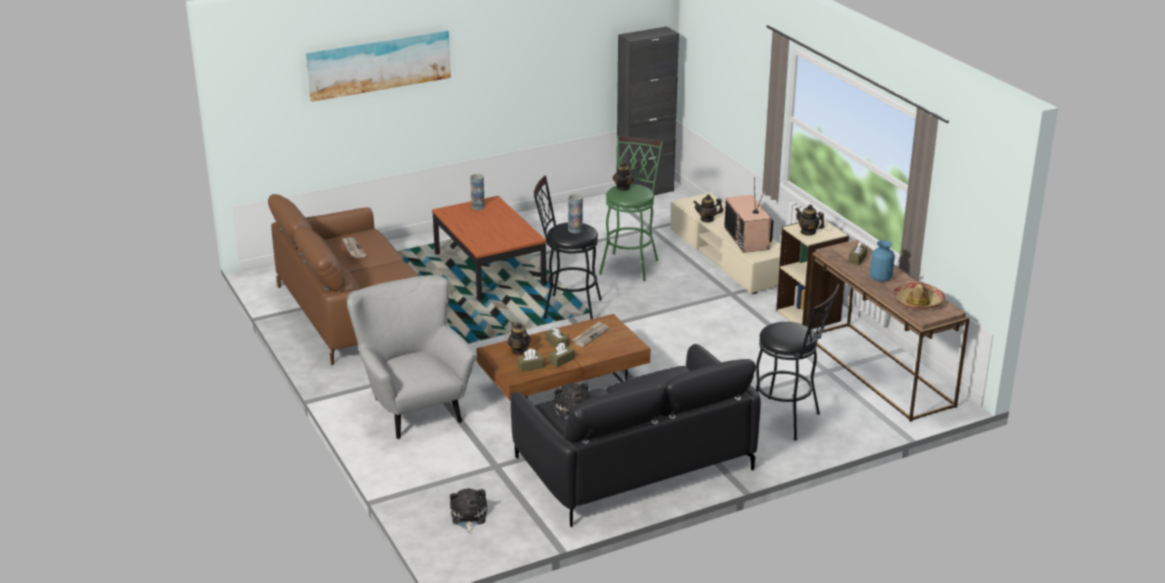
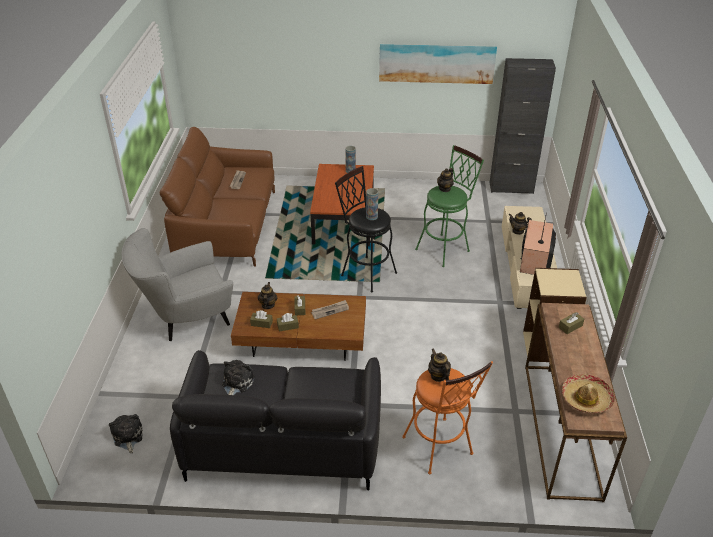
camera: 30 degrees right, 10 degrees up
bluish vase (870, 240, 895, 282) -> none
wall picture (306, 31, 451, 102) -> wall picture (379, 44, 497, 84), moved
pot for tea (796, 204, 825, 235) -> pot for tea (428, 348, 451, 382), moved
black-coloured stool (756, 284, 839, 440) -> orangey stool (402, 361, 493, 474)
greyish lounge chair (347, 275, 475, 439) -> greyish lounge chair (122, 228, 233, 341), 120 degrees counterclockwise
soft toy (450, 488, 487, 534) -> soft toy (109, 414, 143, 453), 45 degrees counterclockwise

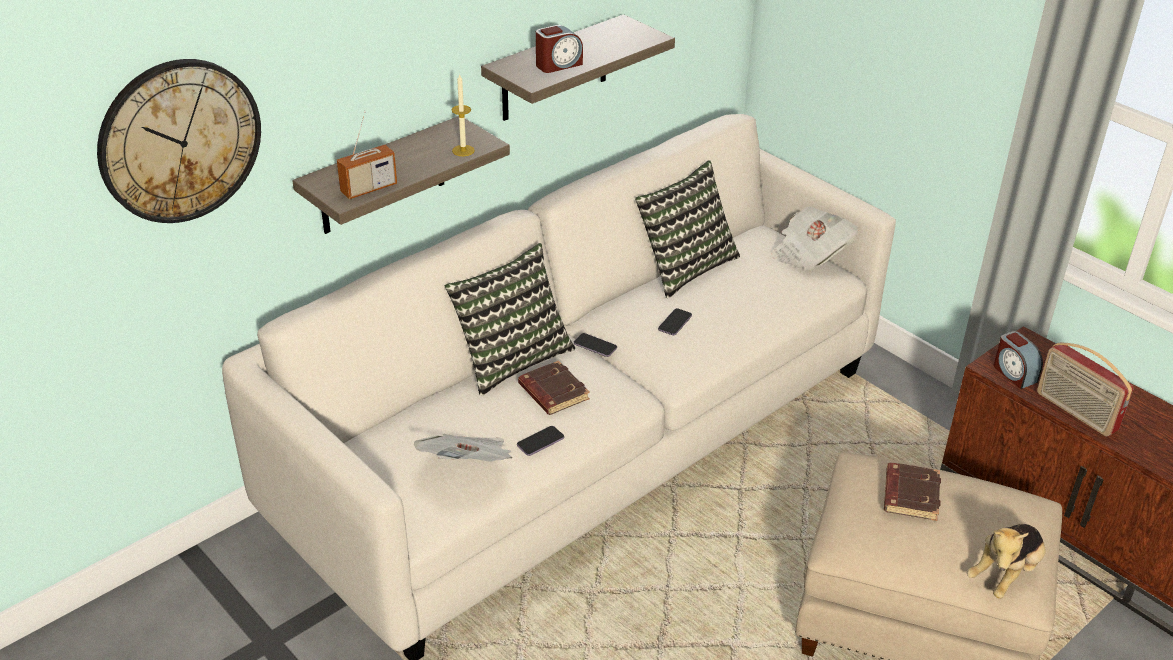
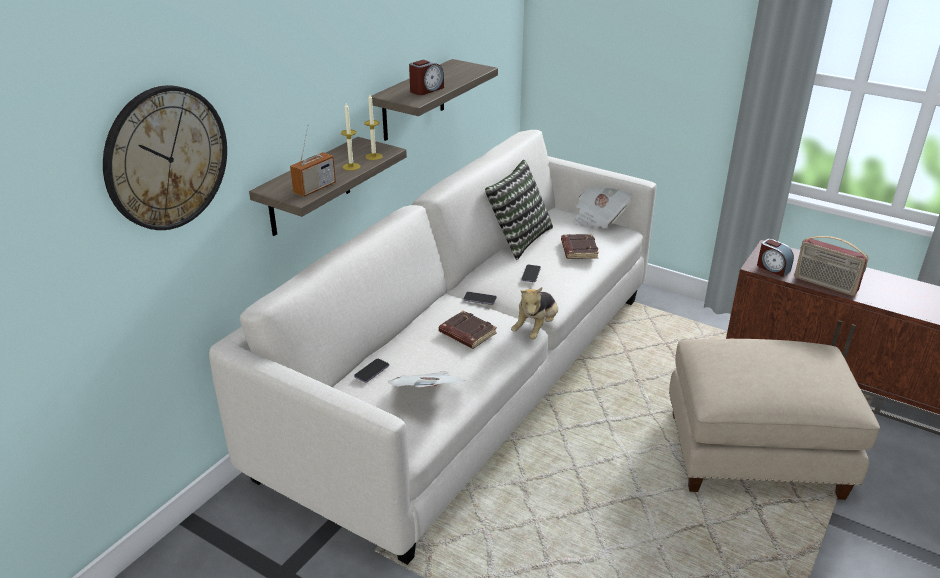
camera: 15 degrees left, 5 degrees down
pillow (445, 243, 575, 396) -> none
none -> candle (341, 103, 360, 171)
telephone (517, 426, 564, 456) -> telephone (354, 359, 389, 383), moved
brown-coloured volume (884, 463, 941, 521) -> brown-coloured volume (561, 234, 599, 259), moved
soft toy (967, 524, 1046, 599) -> soft toy (511, 287, 558, 339), moved

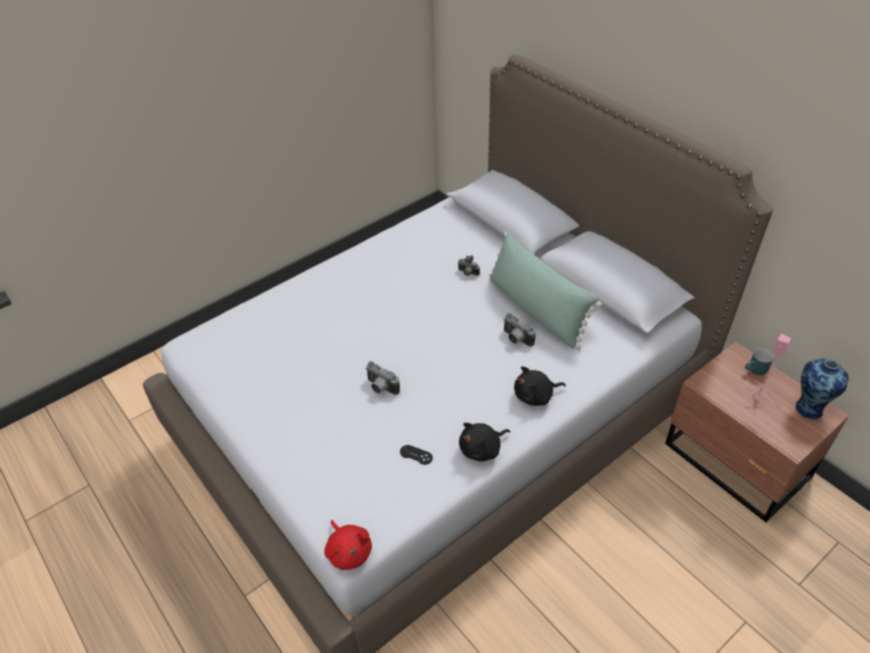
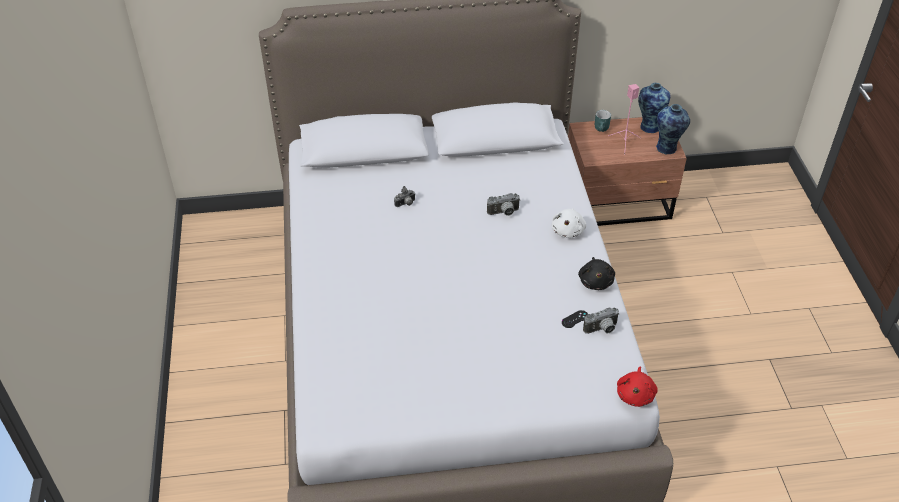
camera: 60 degrees left, 0 degrees up
green-coloured pillow (489, 231, 602, 350) -> none
none -> vase (656, 104, 690, 154)
photo camera (366, 361, 400, 395) -> photo camera (583, 307, 619, 334), moved
black-coloured soft toy (514, 366, 566, 406) -> white-coloured soft toy (552, 209, 586, 238)
reddish soft toy (324, 520, 372, 570) -> reddish soft toy (617, 367, 658, 407), 105 degrees clockwise

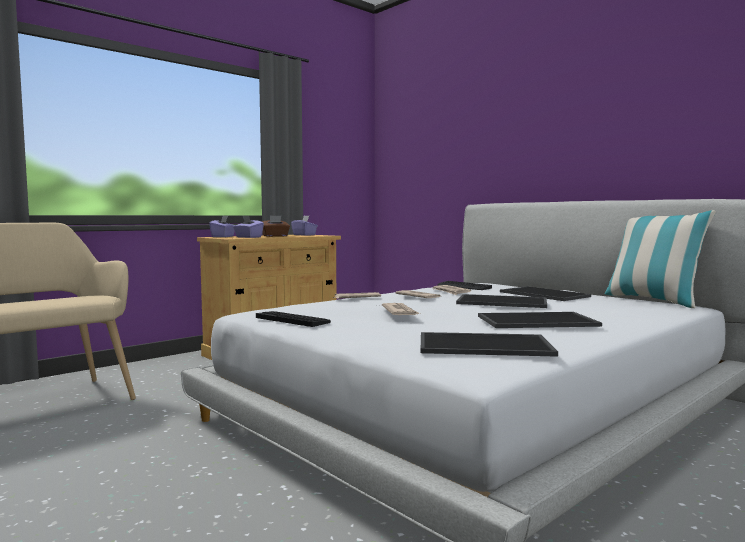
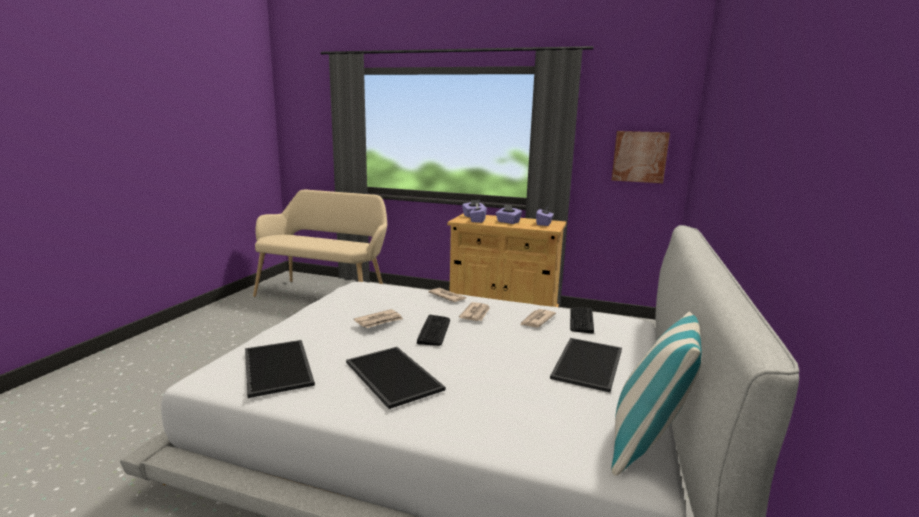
camera: 60 degrees right, 10 degrees up
carrying tray (456, 294, 547, 308) -> none
none -> wall picture (612, 131, 670, 183)
keyboard (256, 311, 331, 327) -> keyboard (417, 315, 450, 346), moved
brown-coloured tissue holder (262, 215, 290, 237) -> purple tissue holder (496, 204, 522, 224)

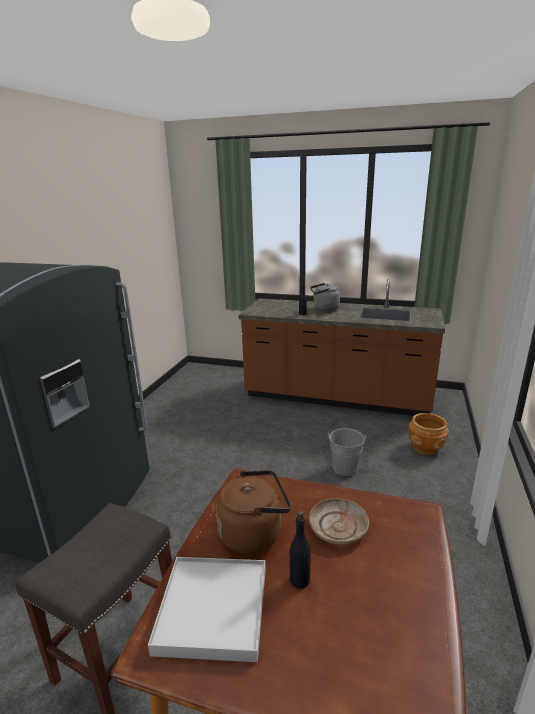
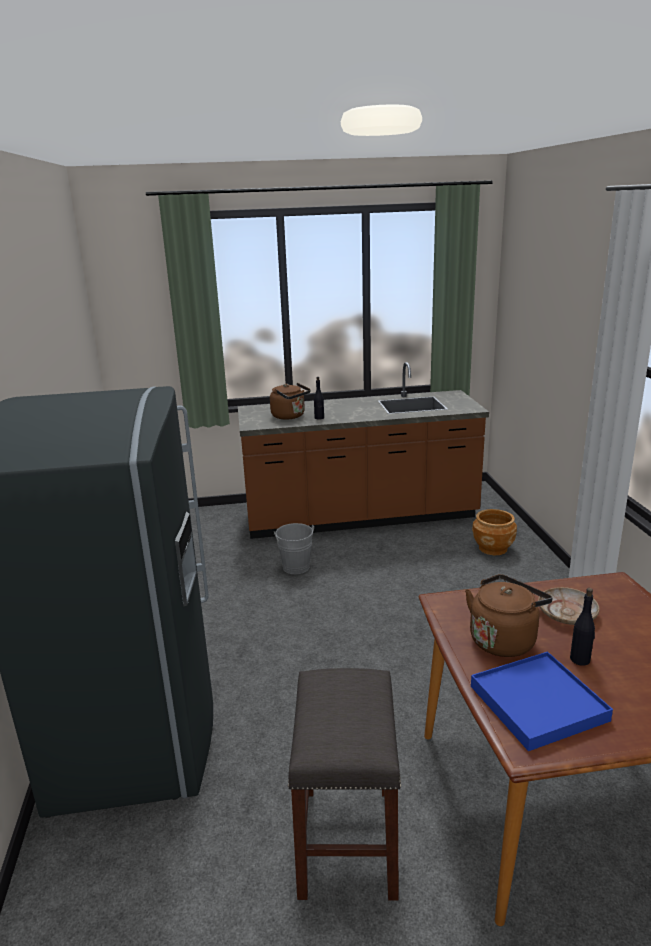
camera: 25 degrees left, 0 degrees up
greyish water kettle (310, 283, 340, 311) -> none
none -> brown-coloured water kettle (270, 383, 311, 420)
greyish pail (328, 428, 366, 476) -> greyish pail (274, 523, 314, 574), moved
white-coloured carrying tray (148, 557, 266, 662) -> bluish carrying tray (471, 652, 613, 751)

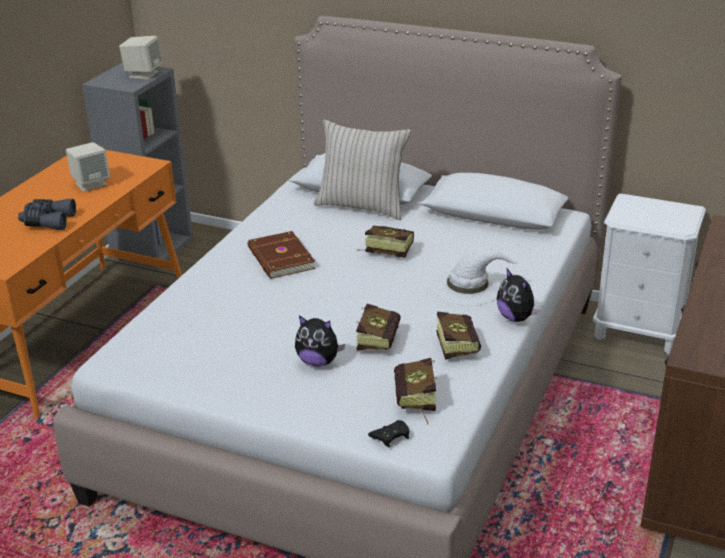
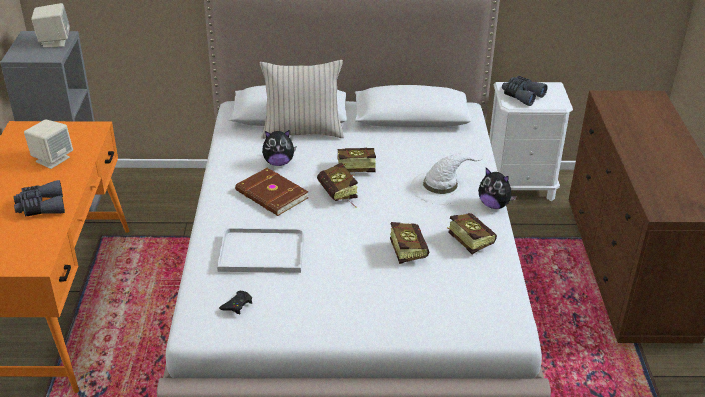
camera: 25 degrees left, 5 degrees up
none -> white-coloured carrying tray (217, 228, 304, 273)
none -> greyish pair of binoculars (502, 76, 548, 106)
soft toy (295, 316, 345, 367) -> soft toy (262, 130, 296, 166), moved
black-coloured gamepad (368, 420, 409, 447) -> black-coloured gamepad (219, 291, 252, 314), moved
volume (394, 358, 437, 425) -> volume (317, 162, 358, 208), moved

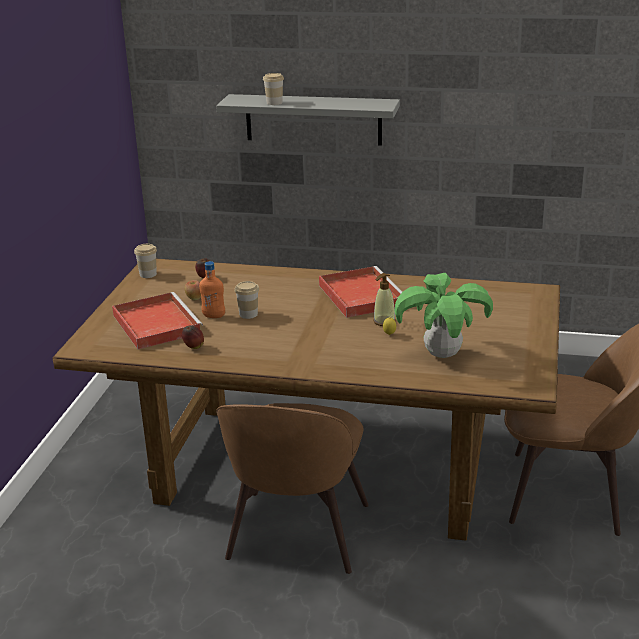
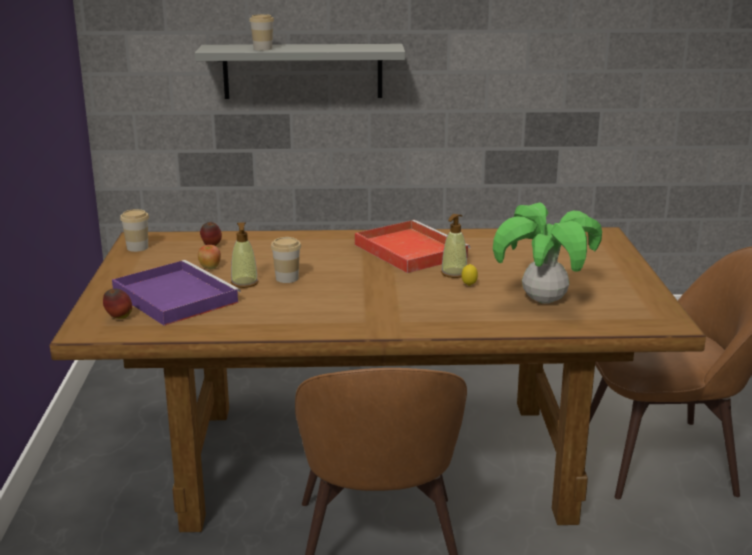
camera: 15 degrees left, 5 degrees down
apple (182, 325, 204, 349) -> apple (103, 289, 132, 319), moved
orangey drink bottle (199, 261, 225, 318) -> soap dispenser (231, 222, 258, 288)
reddish carrying tray (112, 292, 203, 349) -> purple carrying tray (112, 260, 241, 326)

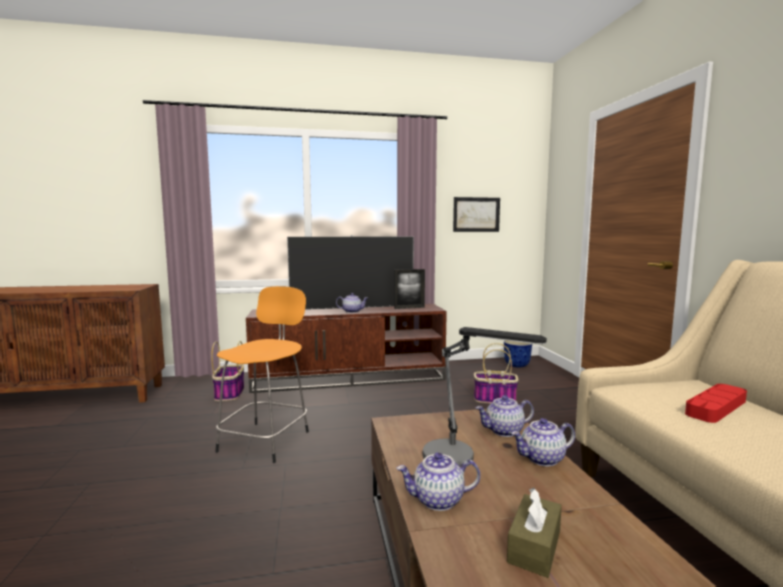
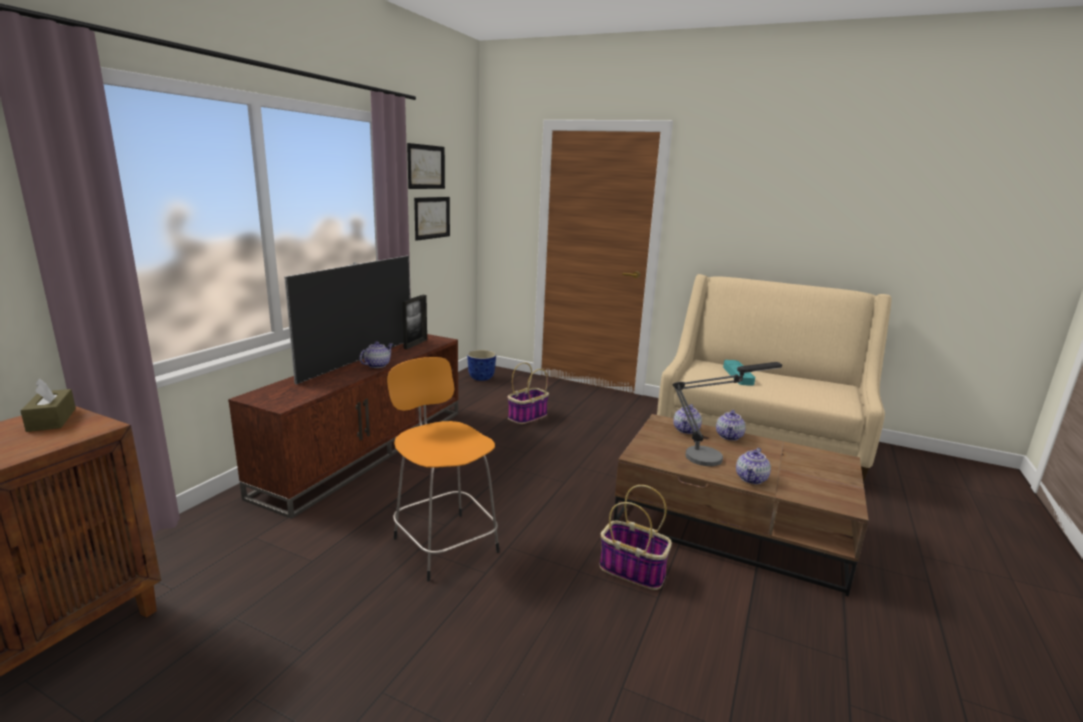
camera: 55 degrees left, 10 degrees up
none -> wall picture (407, 143, 445, 189)
household basket (211, 341, 244, 401) -> household basket (599, 485, 672, 590), moved
brown-coloured tissue holder (507, 488, 562, 578) -> brown-coloured tissue holder (21, 378, 76, 432), moved
reddish carrying tray (685, 384, 747, 423) -> turquoise carrying tray (723, 360, 755, 386)

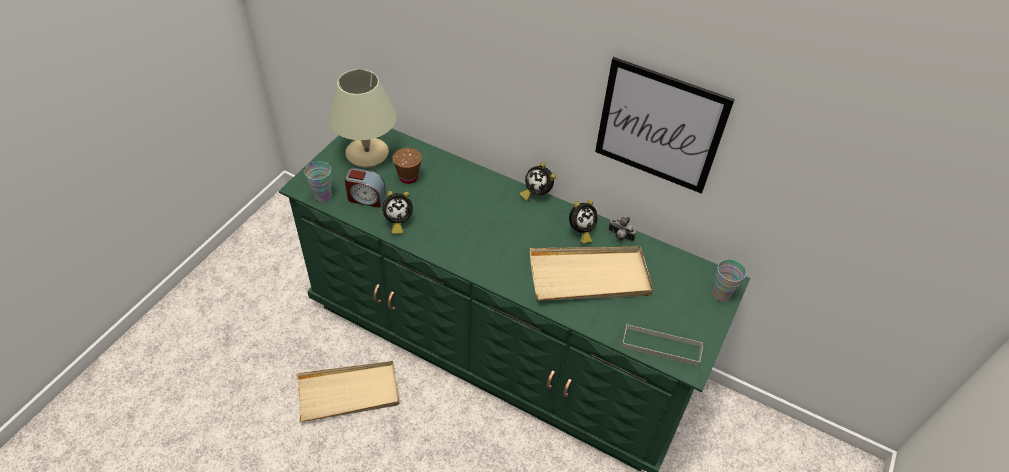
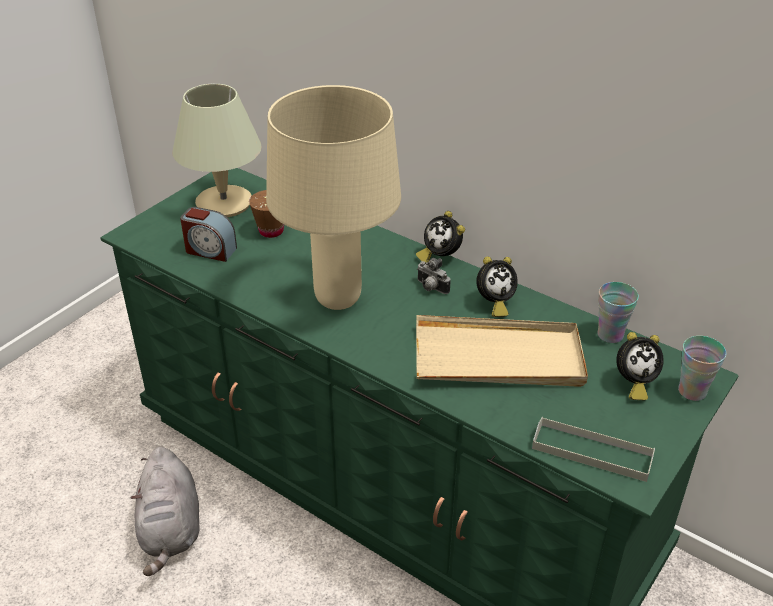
camera: 10 degrees right, 10 degrees down
wall picture (595, 57, 735, 194) -> none
none -> beige tabletop lamp (266, 85, 401, 310)
small cup (305, 161, 332, 202) -> small cup (597, 282, 639, 343), moved
table clock (382, 191, 413, 234) -> table clock (616, 332, 664, 400), moved
photo camera (608, 217, 636, 242) -> photo camera (417, 258, 451, 294), moved
beige carrying tray (296, 361, 400, 423) -> greyish soft toy (130, 447, 200, 576)

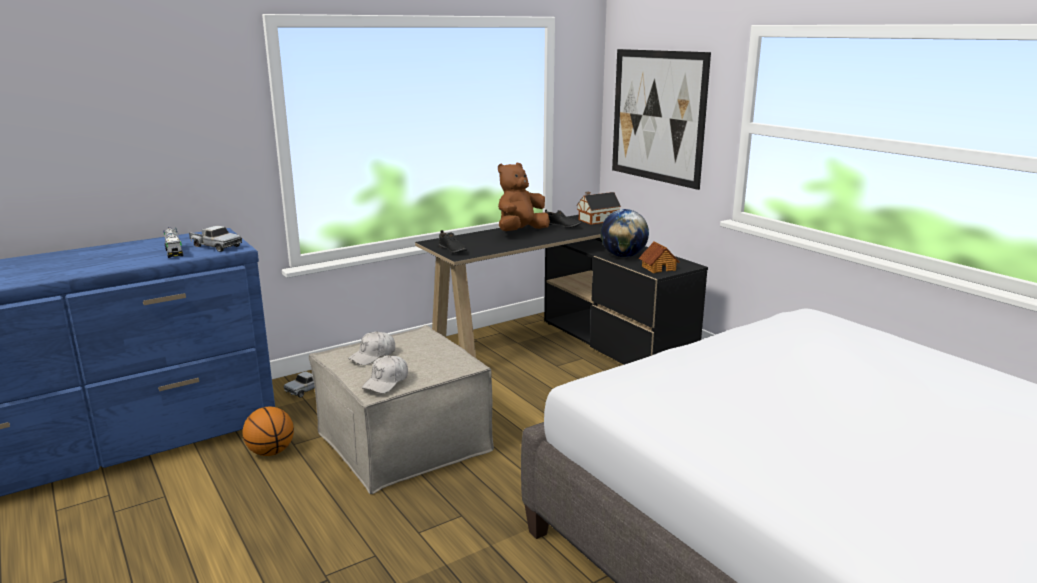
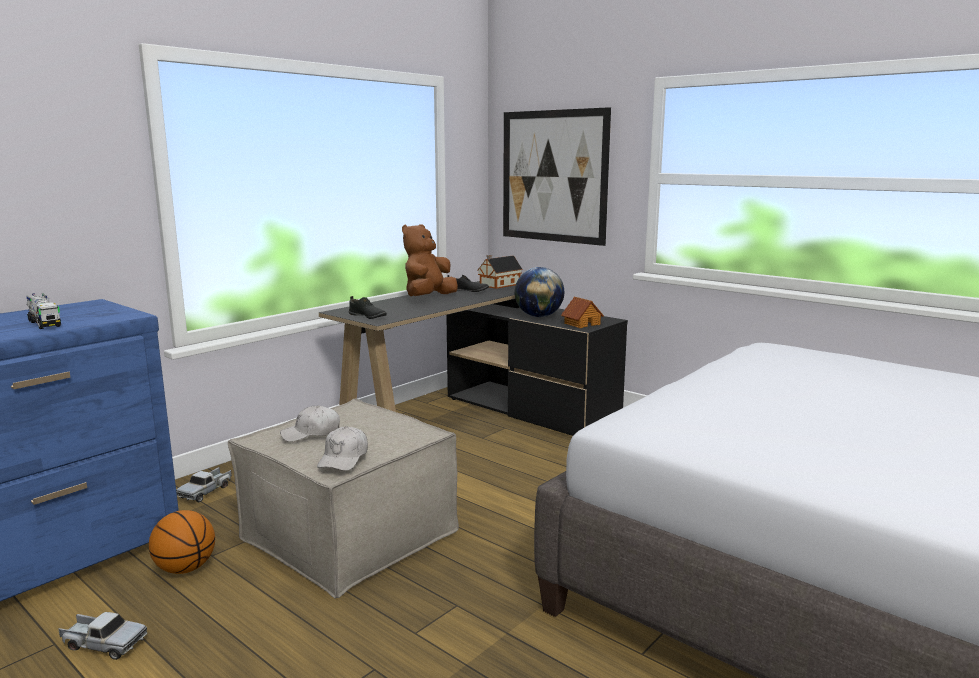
camera: 15 degrees left, 5 degrees down
toy lorry (189, 226, 242, 252) -> toy lorry (58, 612, 147, 660), moved
white-coloured baseball cap (348, 331, 395, 365) -> white-coloured baseball cap (280, 406, 340, 442), 45 degrees clockwise

